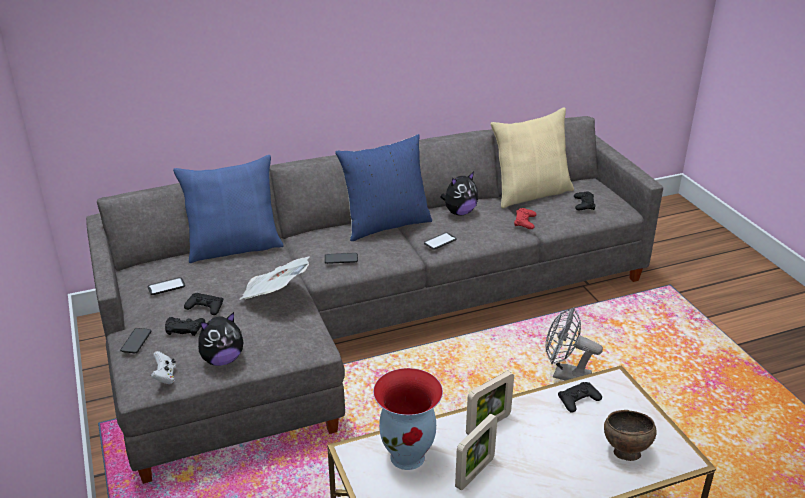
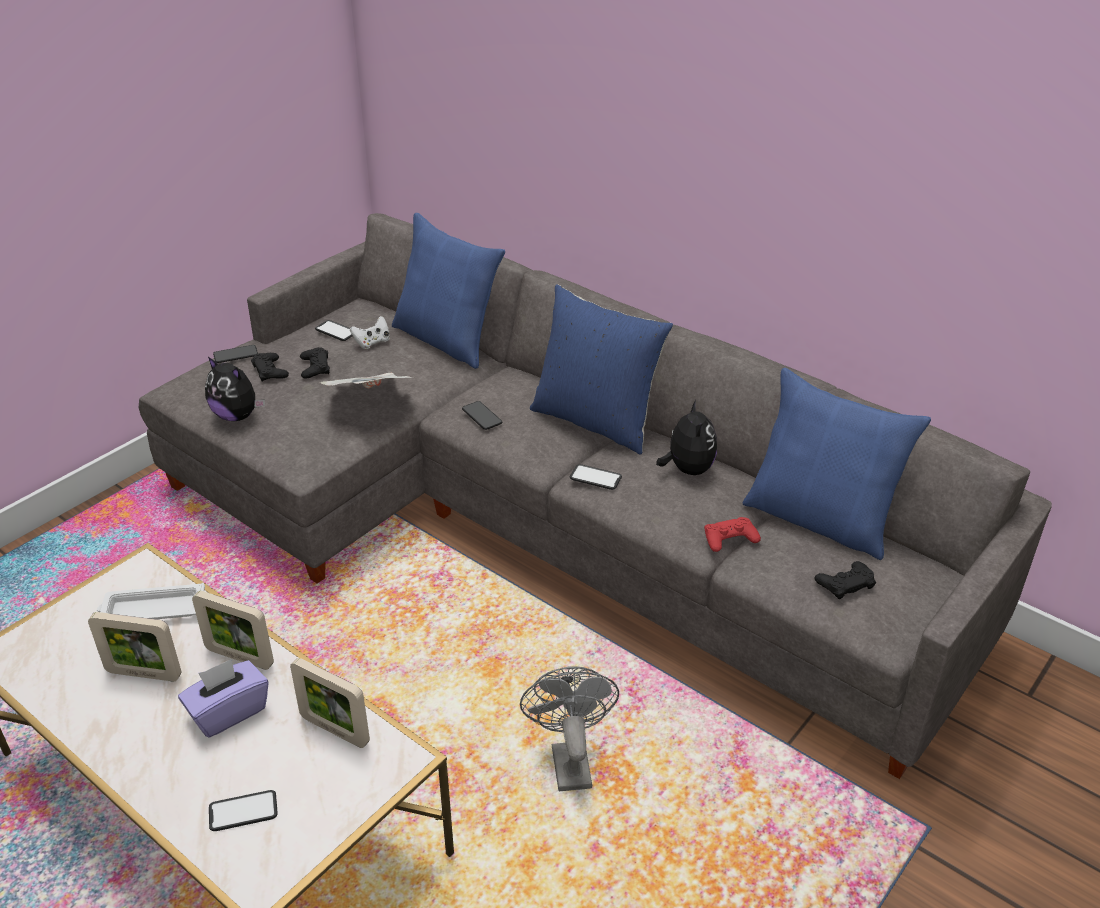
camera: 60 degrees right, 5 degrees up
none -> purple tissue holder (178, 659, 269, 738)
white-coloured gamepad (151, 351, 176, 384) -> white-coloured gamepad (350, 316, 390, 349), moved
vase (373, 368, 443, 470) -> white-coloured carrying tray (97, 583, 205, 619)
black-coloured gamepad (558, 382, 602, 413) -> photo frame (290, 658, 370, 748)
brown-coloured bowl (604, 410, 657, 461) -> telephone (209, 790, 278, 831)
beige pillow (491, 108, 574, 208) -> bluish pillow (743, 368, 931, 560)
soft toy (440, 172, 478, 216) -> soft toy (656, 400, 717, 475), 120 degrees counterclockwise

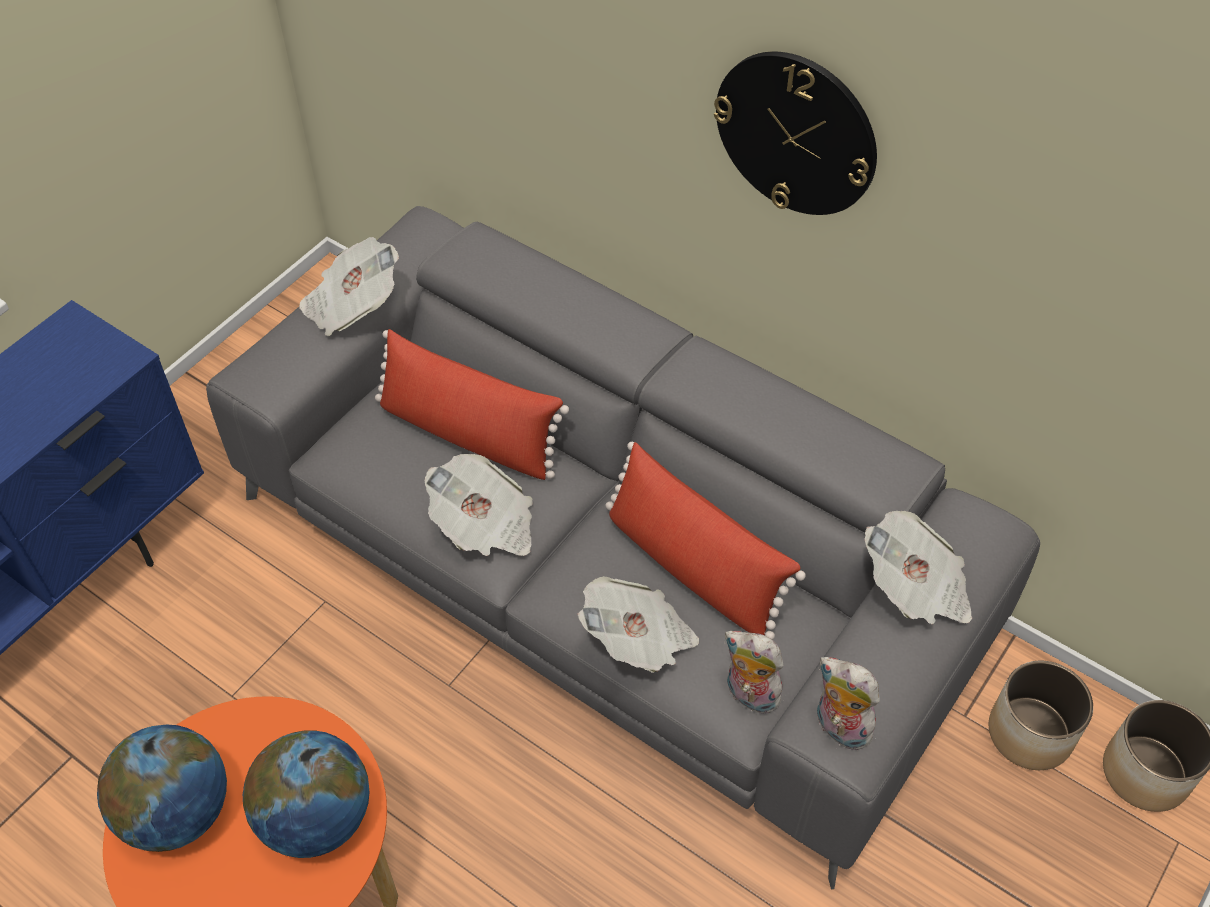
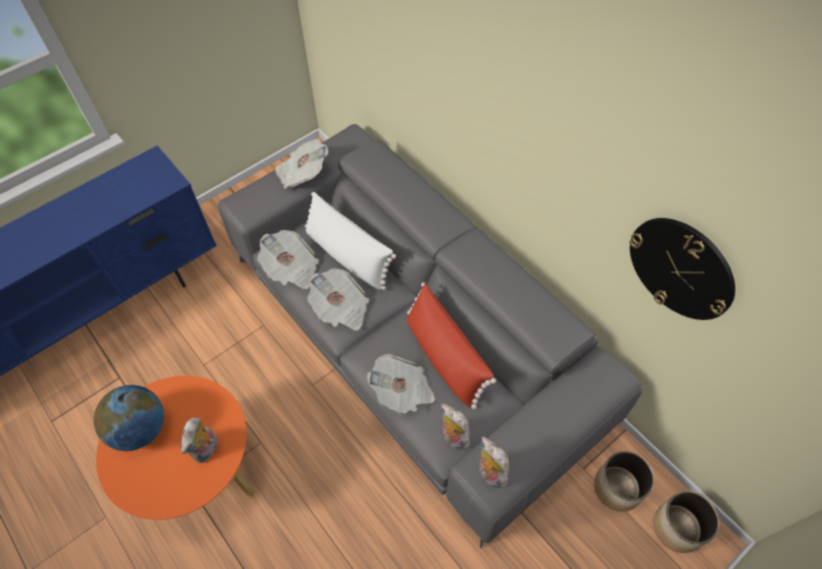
camera: 15 degrees right, 5 degrees up
hanging clock (714, 51, 877, 215) -> hanging clock (629, 218, 735, 320), moved
newspaper (865, 511, 972, 624) -> newspaper (257, 230, 319, 289), moved
desk globe (243, 730, 370, 858) -> soft toy (180, 417, 218, 463)
reddish pillow (375, 329, 569, 480) -> white-coloured pillow (305, 192, 396, 290)

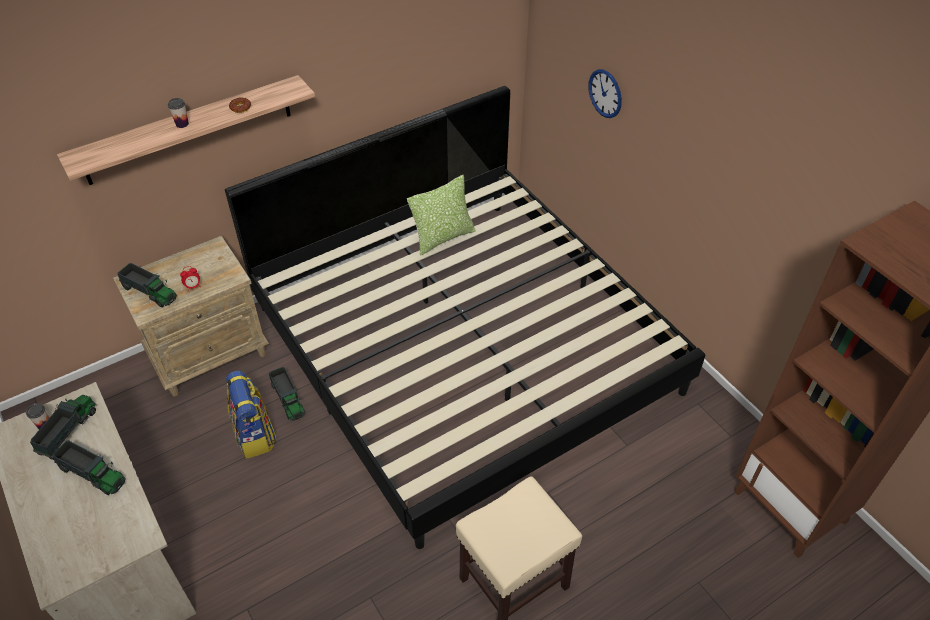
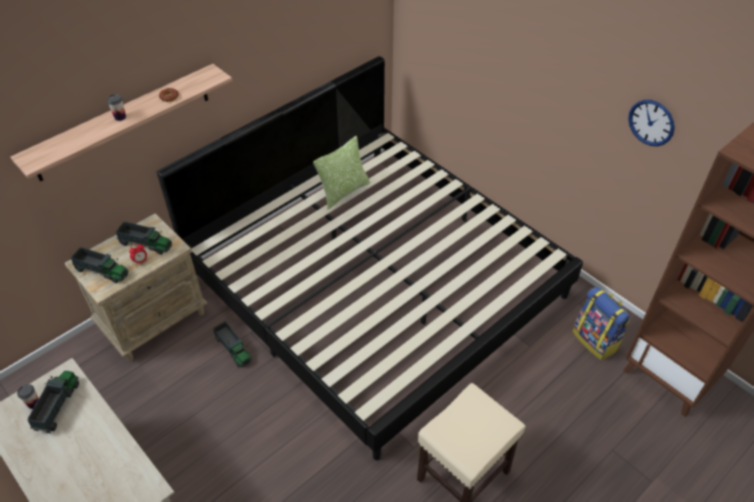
camera: 10 degrees left, 0 degrees up
toy lorry (52, 440, 125, 495) -> toy lorry (116, 222, 172, 255), moved
rucksack (226, 371, 276, 459) -> rucksack (572, 286, 630, 360), moved
hanging clock (589, 69, 622, 118) -> hanging clock (628, 100, 675, 146), moved

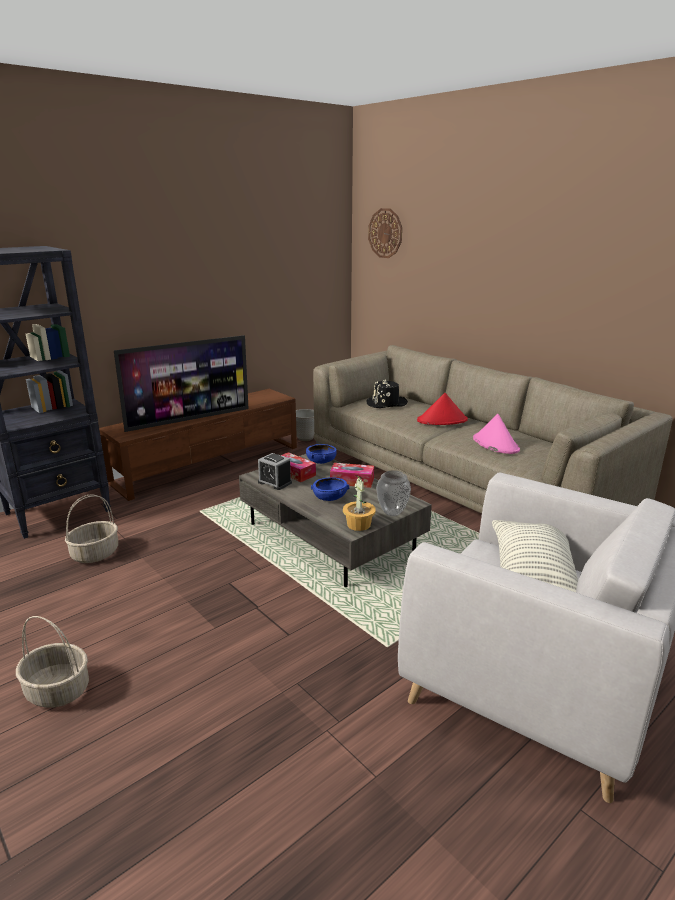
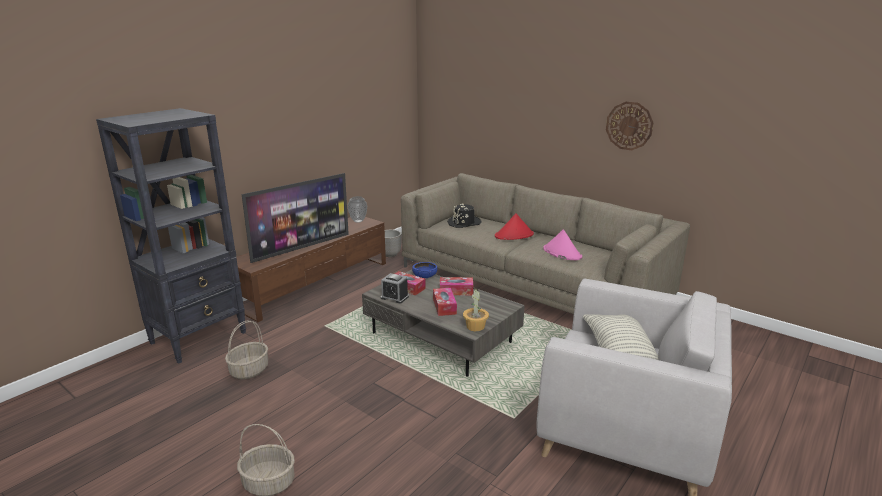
camera: 10 degrees left, 0 degrees up
hanging clock (368, 208, 402, 258) -> hanging clock (606, 101, 653, 150), moved
vase (376, 470, 411, 516) -> vase (348, 196, 367, 223), moved
bluish bowl (311, 477, 349, 501) -> tissue holder (433, 288, 457, 316)

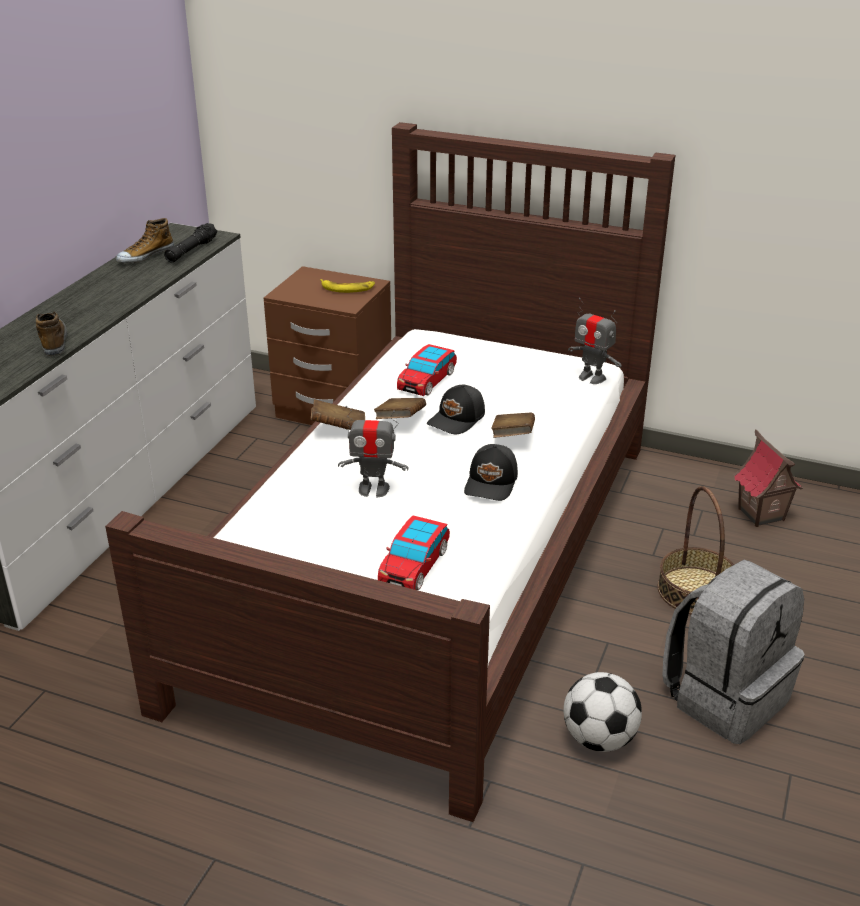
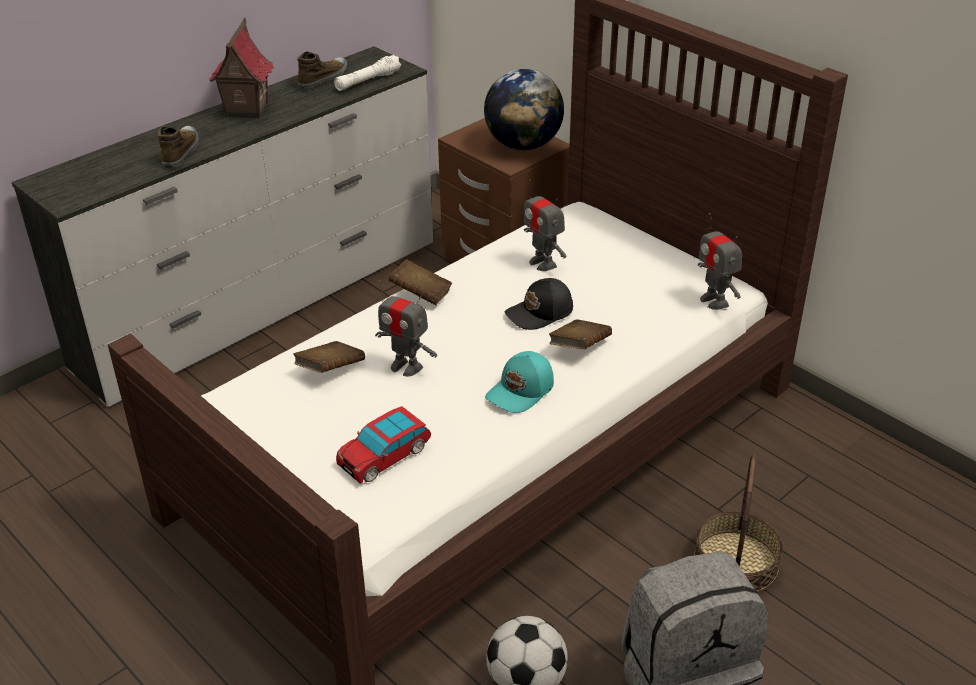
camera: 25 degrees right, 5 degrees up
brown-coloured volume (374, 398, 426, 419) -> brown-coloured volume (294, 341, 365, 373), moved
model house (733, 429, 803, 527) -> model house (209, 17, 274, 119), moved
banana fruit (320, 279, 375, 293) -> desk globe (484, 69, 564, 150)
model car (397, 344, 457, 396) -> model robot (524, 179, 566, 271)
black-coloured hand torch (164, 223, 217, 263) -> white-coloured hand torch (334, 55, 401, 91)
black-coloured baseball cap (464, 444, 518, 501) -> turquoise baseball cap (485, 351, 554, 413)
low shoe (116, 218, 174, 263) -> low shoe (297, 51, 347, 90), 150 degrees clockwise

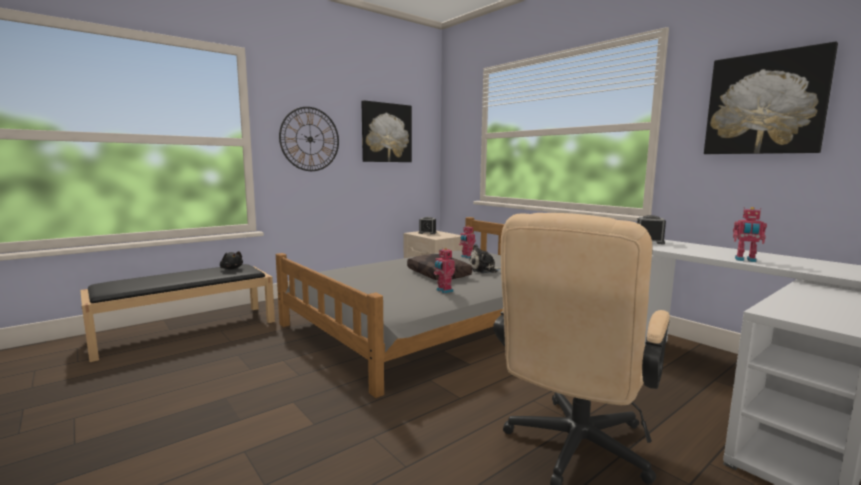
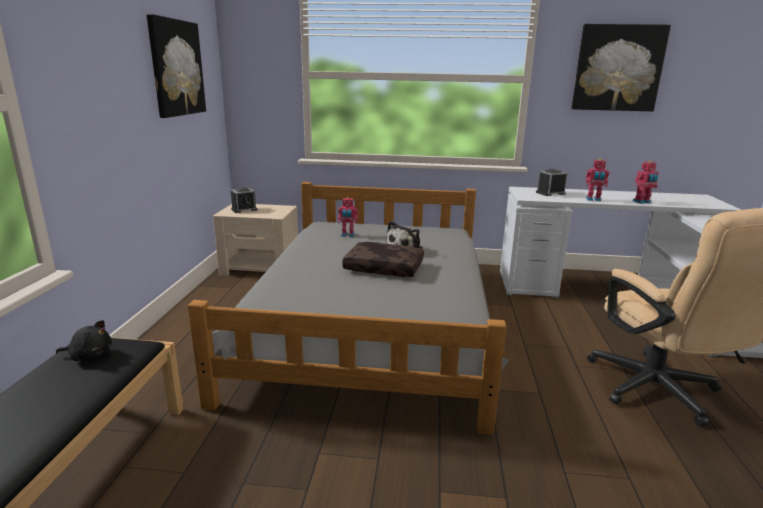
camera: 45 degrees left, 10 degrees up
hanging clock (279, 107, 339, 171) -> none
model robot (434, 248, 455, 293) -> model robot (586, 158, 609, 201), moved

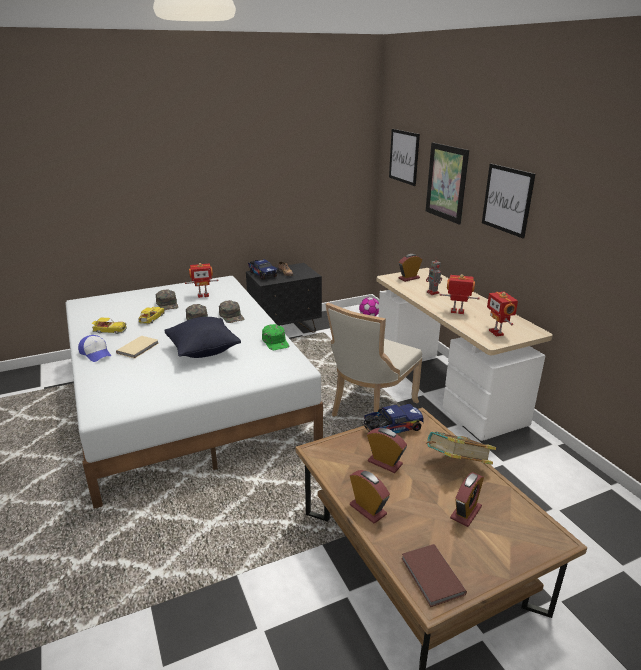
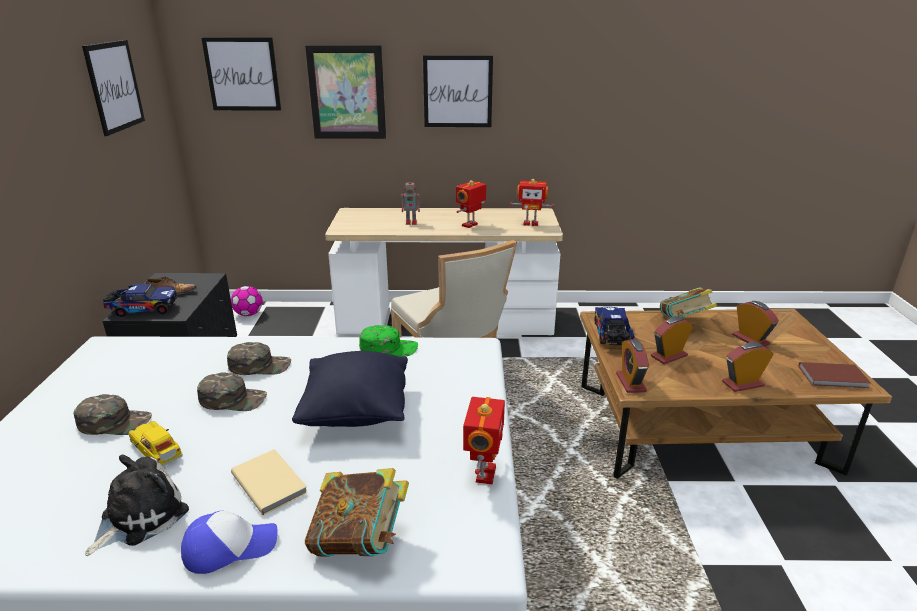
camera: 65 degrees left, 0 degrees up
none -> wall picture (82, 40, 145, 136)
none -> volume (305, 468, 409, 556)
model robot (185, 263, 219, 298) -> model robot (463, 397, 505, 485), moved
table clock (399, 254, 422, 282) -> table clock (616, 339, 649, 393), moved
model car (92, 318, 127, 334) -> soft toy (85, 454, 189, 556)

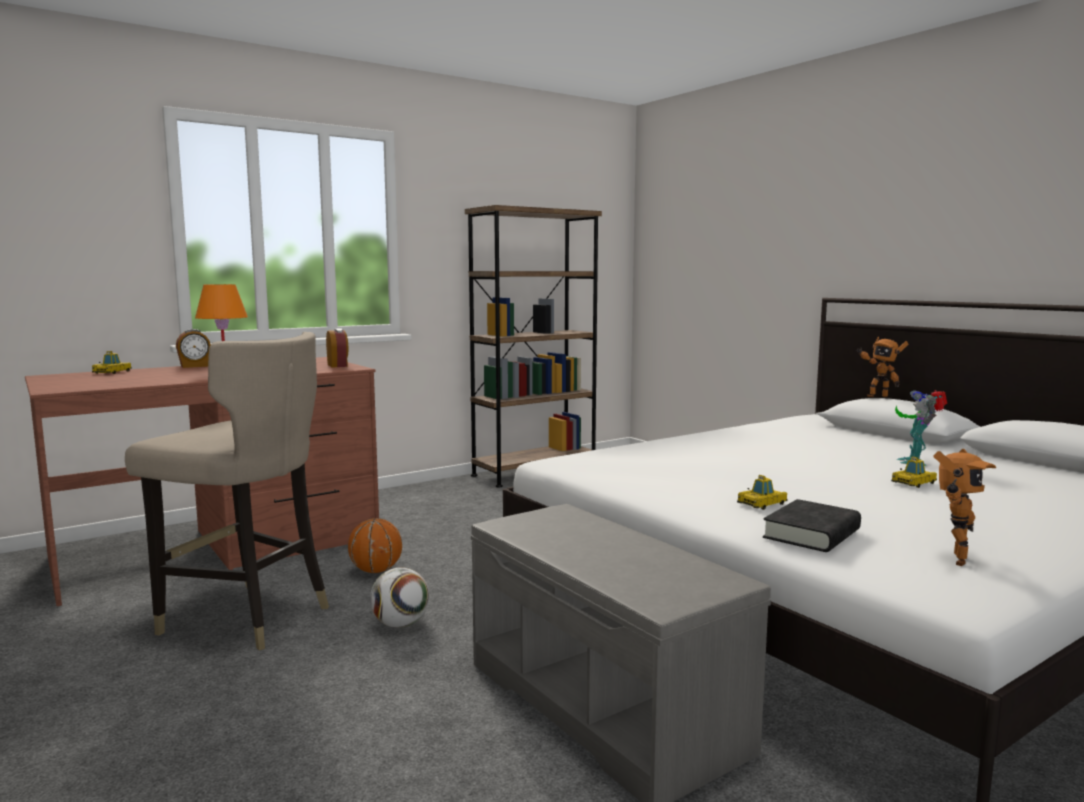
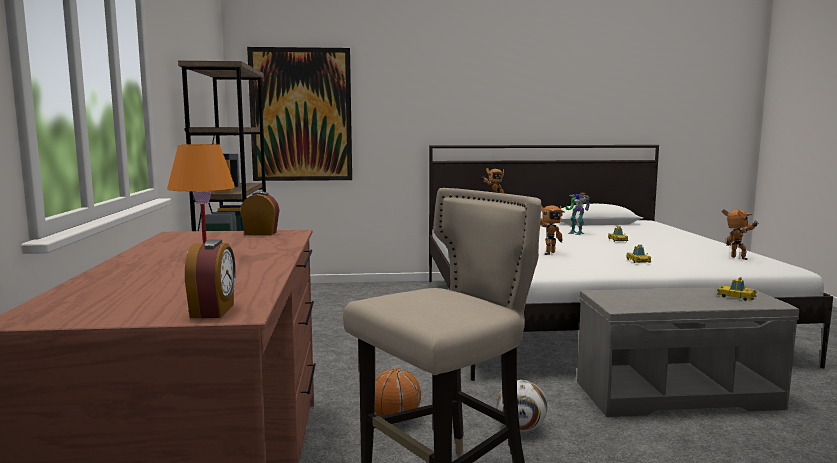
camera: 60 degrees left, 0 degrees up
black-coloured volume (763, 499, 861, 552) -> none
none -> wall picture (247, 47, 352, 181)
none -> model robot (540, 205, 565, 255)
model car (92, 351, 132, 374) -> model car (717, 277, 757, 301), moved
table clock (176, 329, 211, 368) -> table clock (185, 239, 236, 318), moved

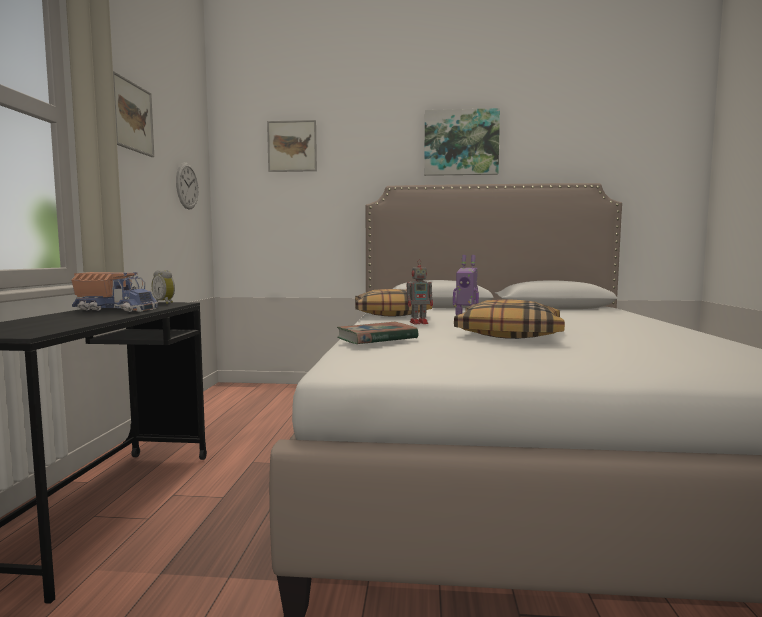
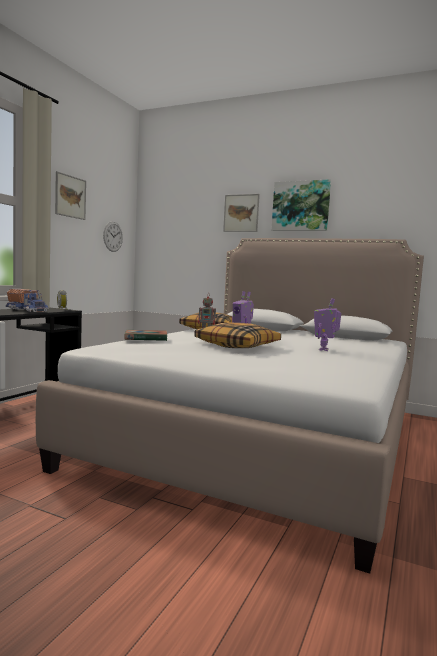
camera: 20 degrees right, 0 degrees up
none -> model robot (314, 298, 341, 351)
wall picture (267, 120, 317, 172) -> wall picture (223, 194, 260, 232), moved

